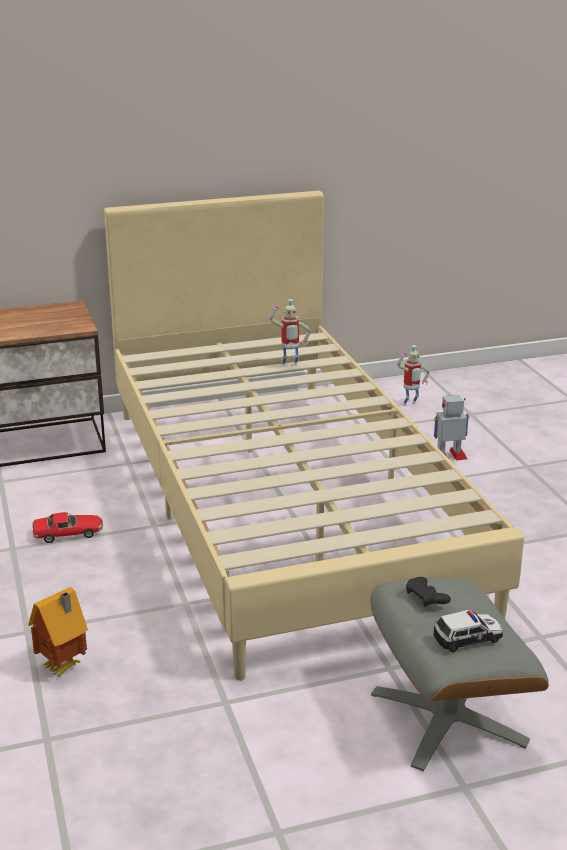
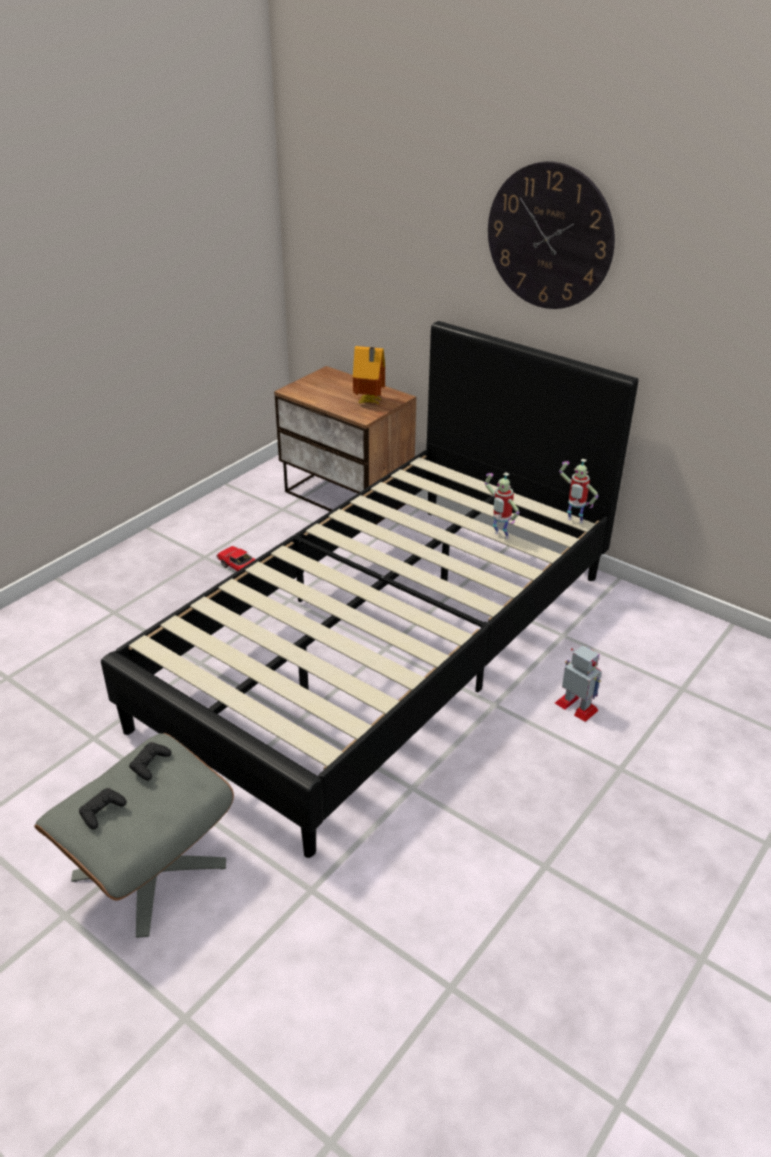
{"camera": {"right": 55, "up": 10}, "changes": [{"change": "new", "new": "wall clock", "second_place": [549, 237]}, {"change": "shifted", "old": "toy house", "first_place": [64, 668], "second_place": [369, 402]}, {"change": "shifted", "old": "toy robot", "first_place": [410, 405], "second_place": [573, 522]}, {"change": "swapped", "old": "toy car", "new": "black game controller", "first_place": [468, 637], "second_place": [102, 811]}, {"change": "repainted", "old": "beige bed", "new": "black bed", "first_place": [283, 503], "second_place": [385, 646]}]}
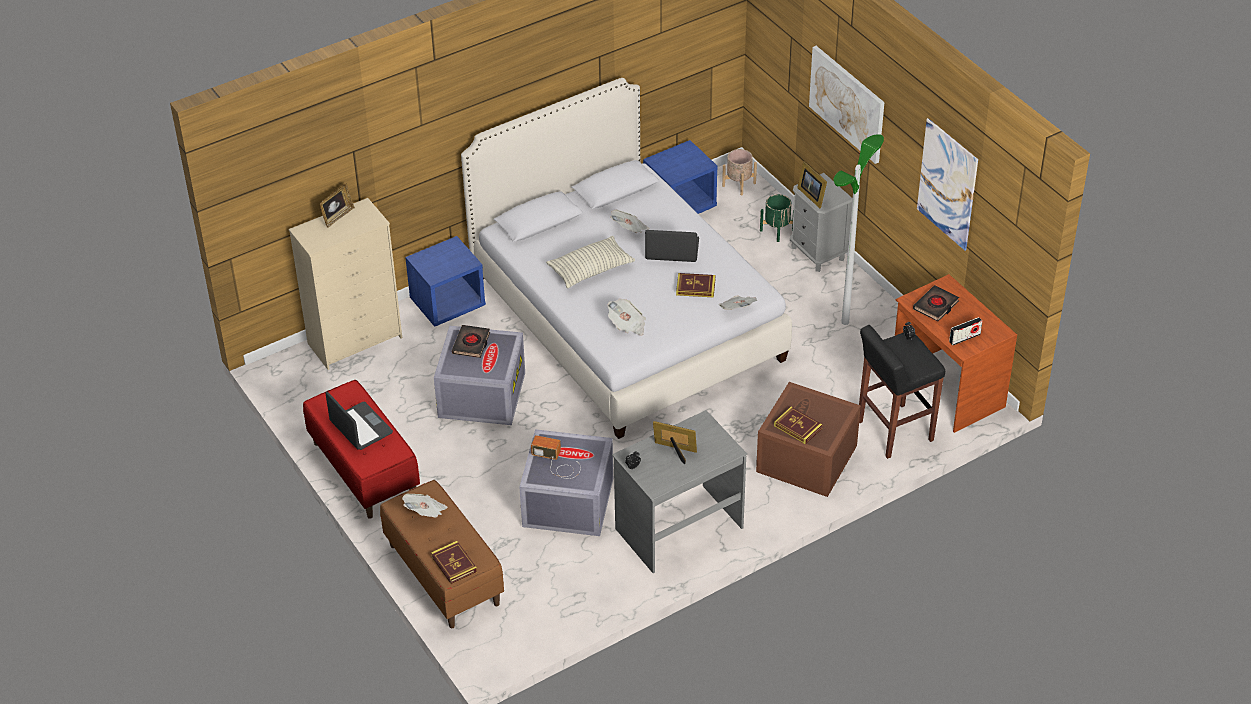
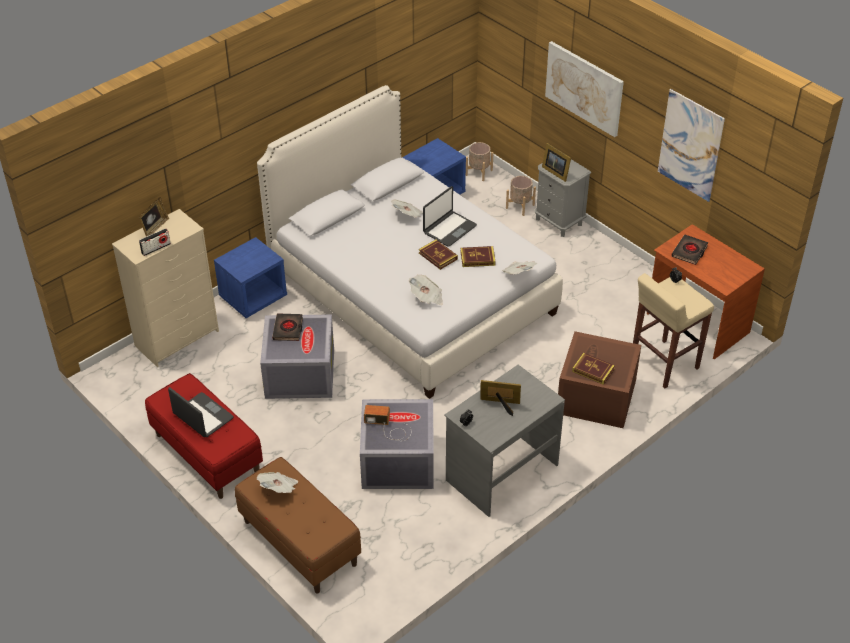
{"camera": {"right": -10, "up": 0}, "changes": [{"change": "gone", "old": "pillow", "first_place": [590, 270]}, {"change": "gone", "old": "floor lamp", "first_place": [845, 322]}, {"change": "shifted", "old": "book", "first_place": [454, 564], "second_place": [438, 256]}, {"change": "shifted", "old": "radio", "first_place": [964, 338], "second_place": [156, 248]}, {"change": "repainted", "old": "green planter", "new": "beige planter", "first_place": [777, 230], "second_place": [520, 206]}, {"change": "repainted", "old": "black stool", "new": "beige stool", "first_place": [893, 431], "second_place": [663, 364]}, {"change": "rotated", "old": "laptop", "first_place": [672, 250], "second_place": [449, 229], "degrees": 135}]}
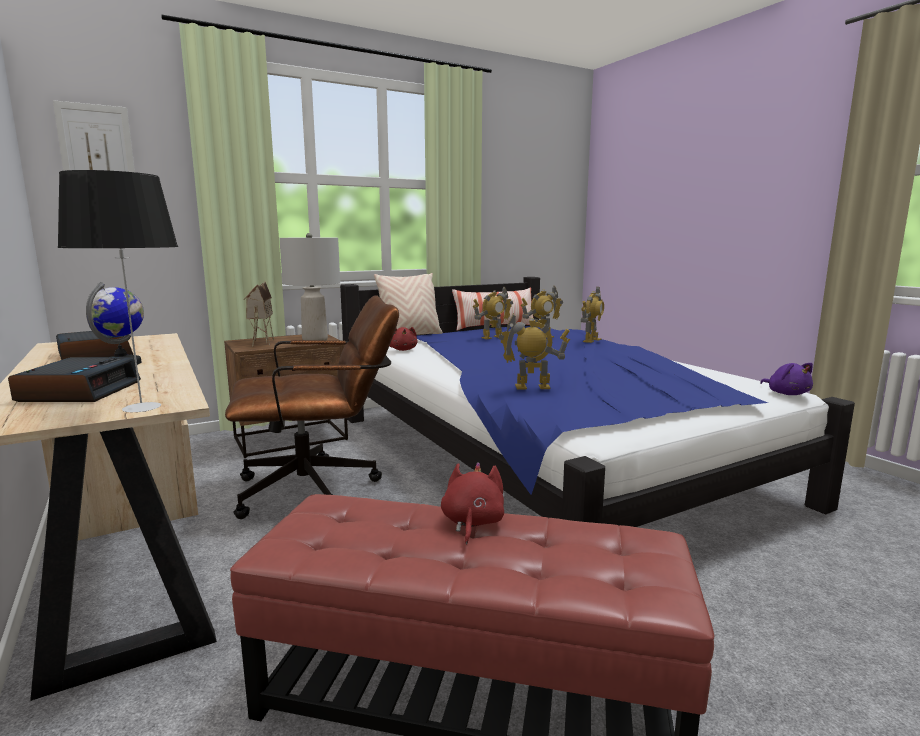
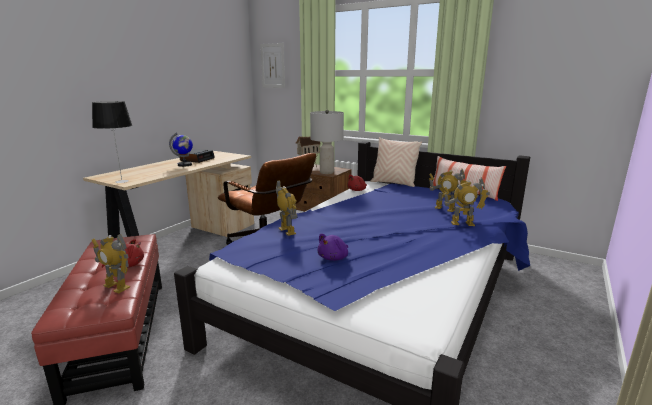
{"camera": {"right": 60, "up": 5}, "changes": [{"change": "gone", "old": "alarm clock", "first_place": [80, 391]}, {"change": "shifted", "old": "toy robot", "first_place": [493, 337], "second_place": [116, 287]}, {"change": "shifted", "old": "purple plush toy", "first_place": [787, 393], "second_place": [334, 258]}]}
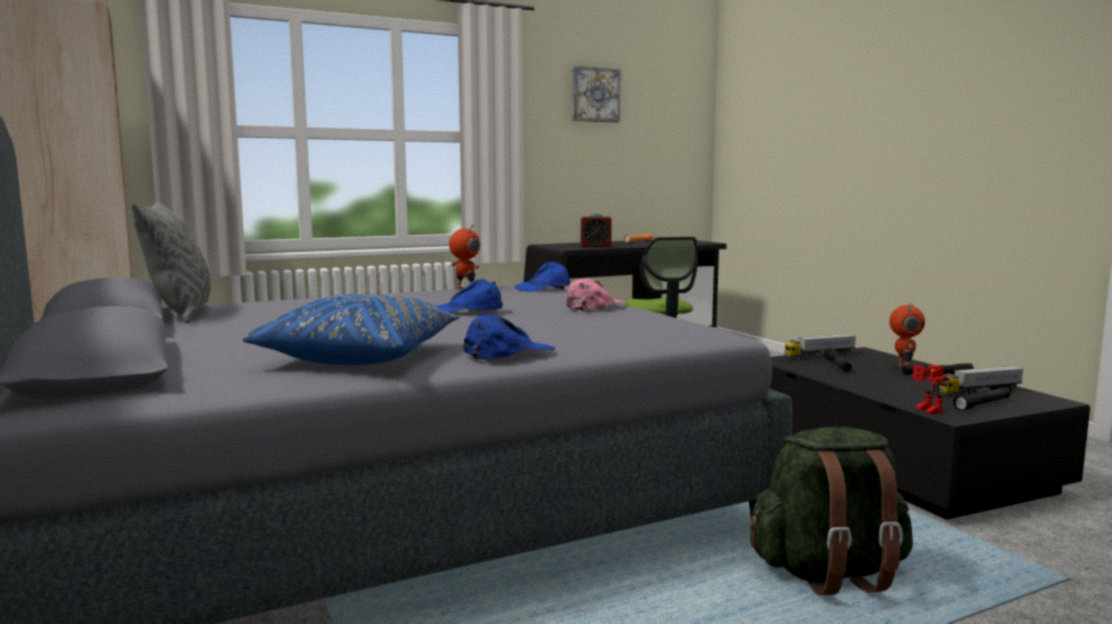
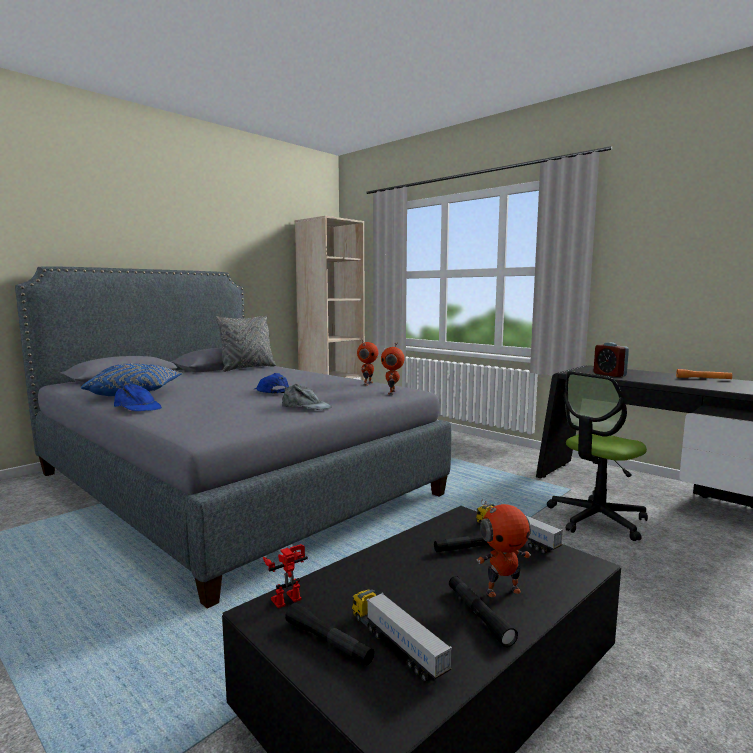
{"camera": {"right": 70, "up": 0}, "changes": [{"change": "gone", "old": "picture", "first_place": [594, 95]}, {"change": "gone", "old": "green backpack", "first_place": [829, 573]}, {"change": "swapped", "old": "blue cap", "new": "toy robot", "first_place": [543, 288], "second_place": [392, 393]}, {"change": "repainted", "old": "pink cap", "new": "grey cap", "first_place": [595, 307], "second_place": [306, 407]}]}
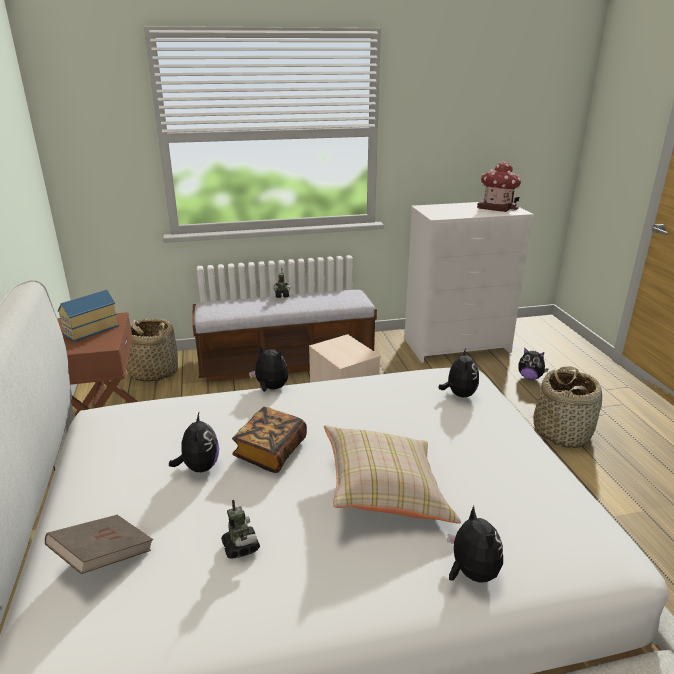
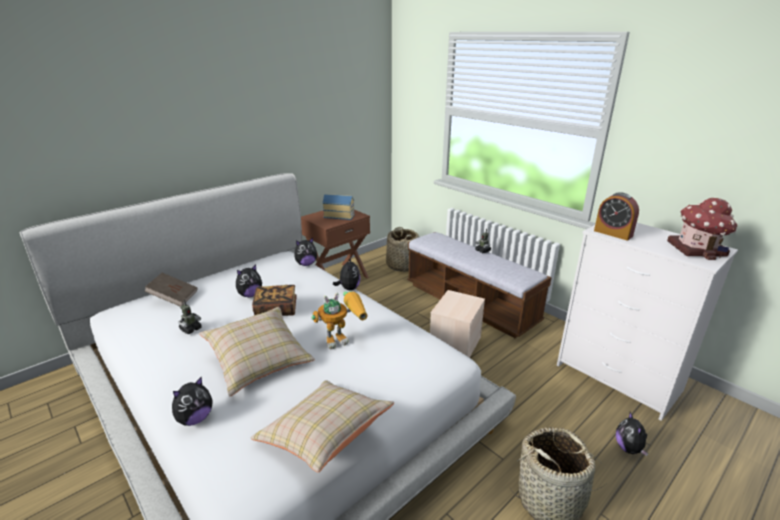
{"camera": {"right": 60, "up": 0}, "changes": [{"change": "new", "new": "beige pillow", "second_place": [324, 436]}, {"change": "new", "new": "toy robot", "second_place": [343, 338]}, {"change": "new", "new": "alarm clock", "second_place": [613, 233]}, {"change": "shifted", "old": "plush toy", "first_place": [459, 394], "second_place": [306, 264]}]}
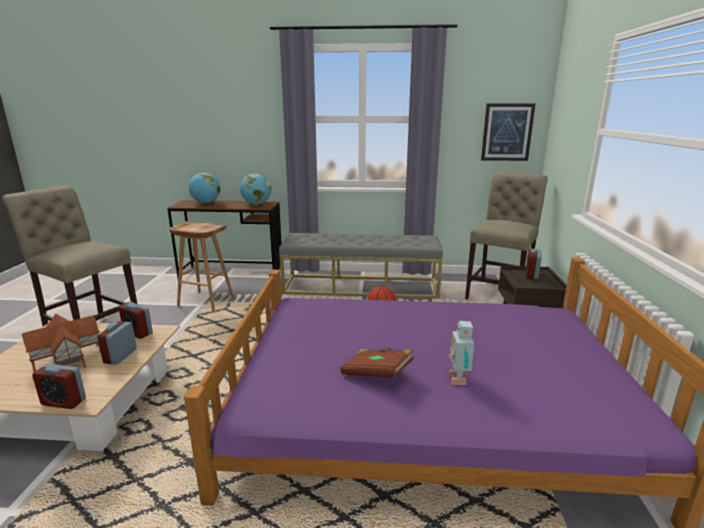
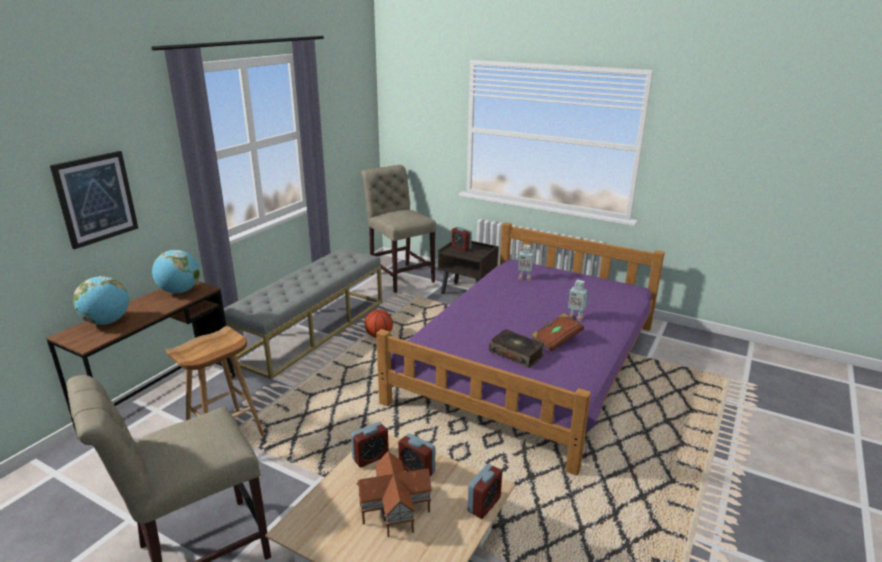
{"camera": {"right": -65, "up": 5}, "changes": [{"change": "new", "new": "book", "second_place": [516, 353]}, {"change": "new", "new": "toy robot", "second_place": [524, 278]}, {"change": "shifted", "old": "picture", "first_place": [507, 132], "second_place": [96, 198]}]}
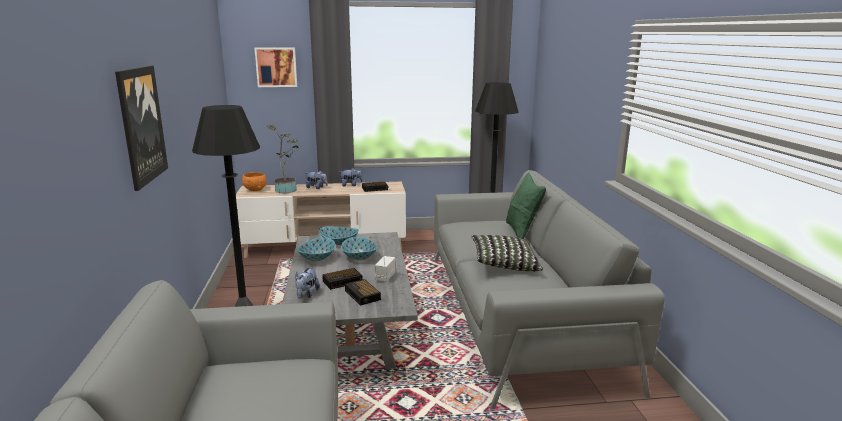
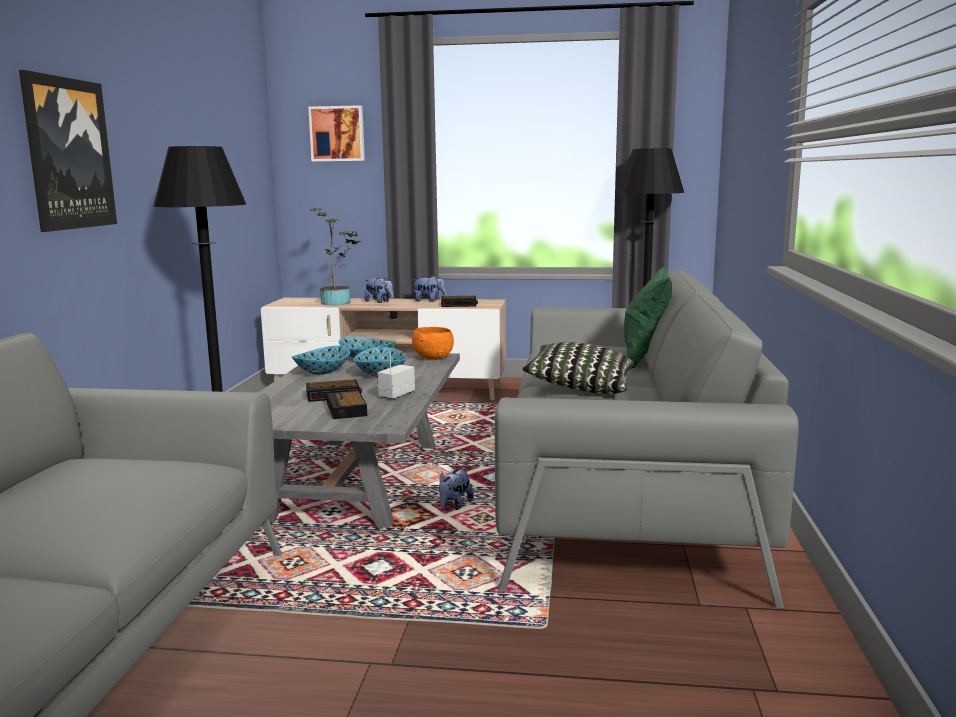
{"camera": {"right": 15, "up": -5}, "changes": [{"change": "shifted", "old": "orange bowl", "first_place": [255, 190], "second_place": [433, 358]}, {"change": "shifted", "old": "plush toy", "first_place": [306, 294], "second_place": [454, 506]}]}
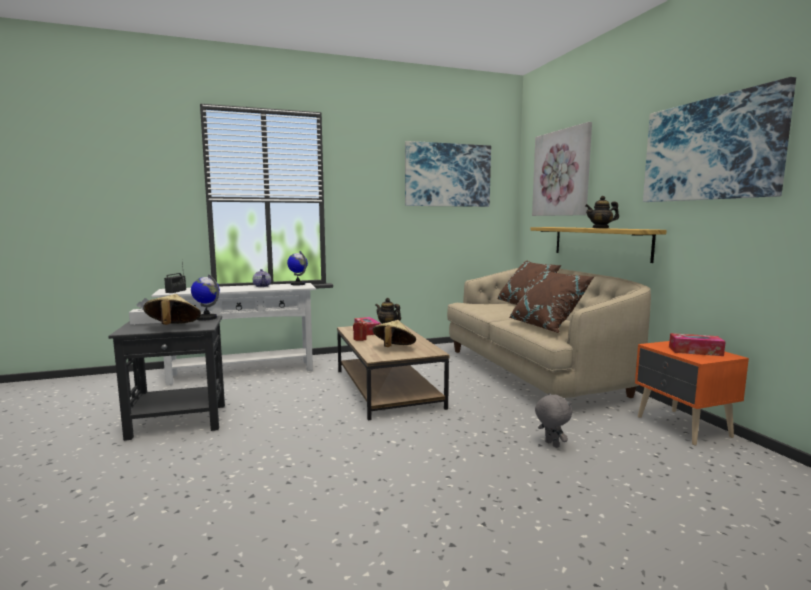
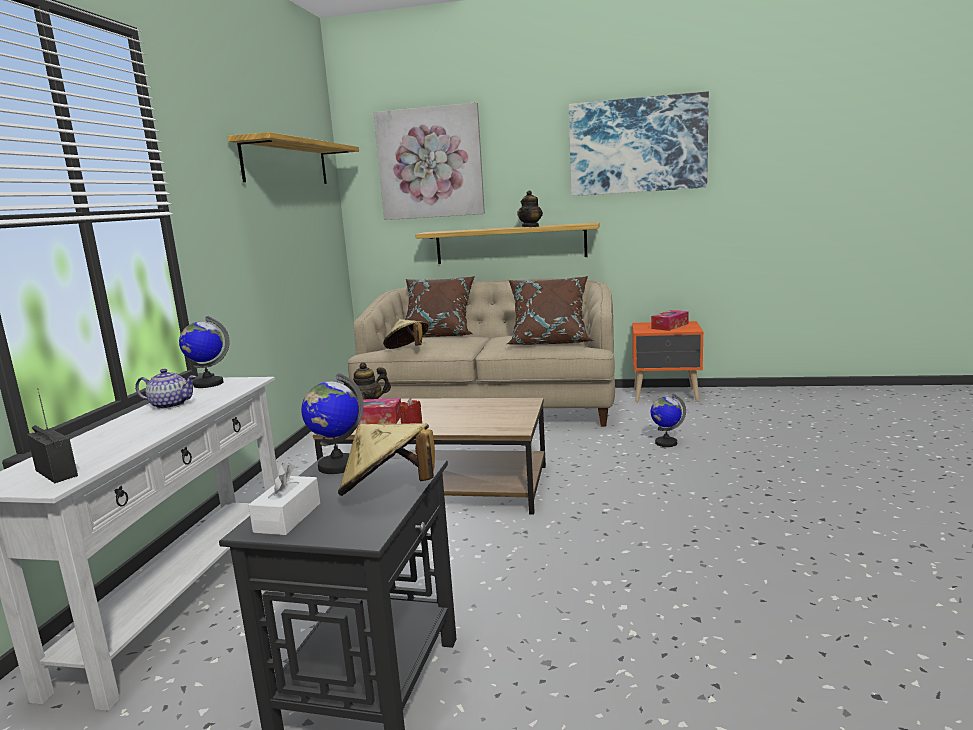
{"camera": {"right": -60, "up": 5}, "changes": [{"change": "shifted", "old": "beige hat", "first_place": [393, 349], "second_place": [407, 350]}, {"change": "swapped", "old": "picture", "new": "shelf", "first_place": [447, 175], "second_place": [286, 163]}, {"change": "swapped", "old": "grey plush toy", "new": "globe", "first_place": [551, 444], "second_place": [665, 443]}]}
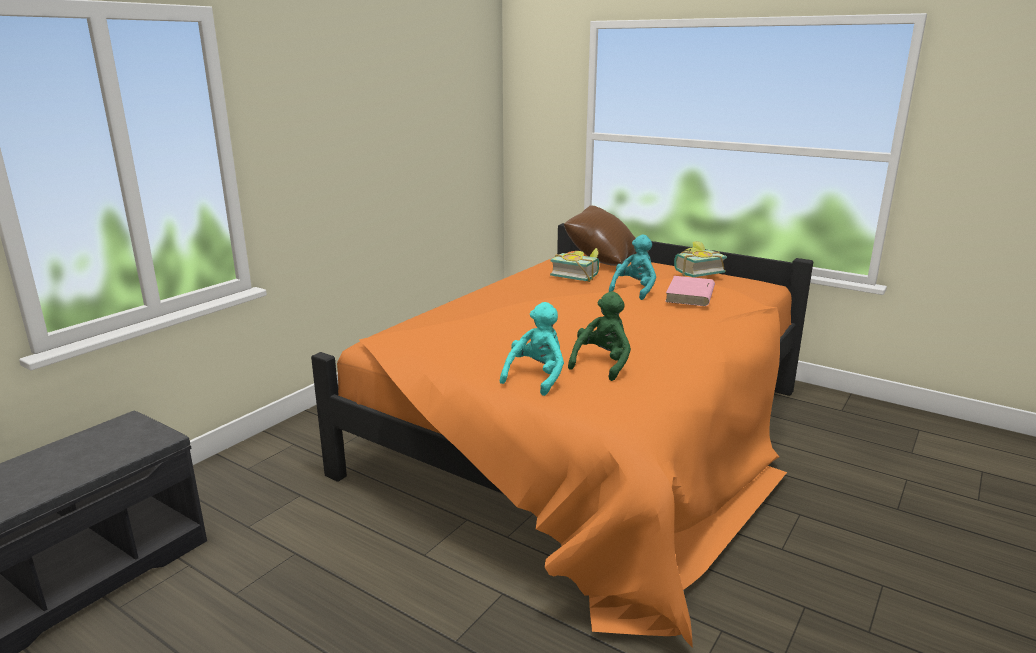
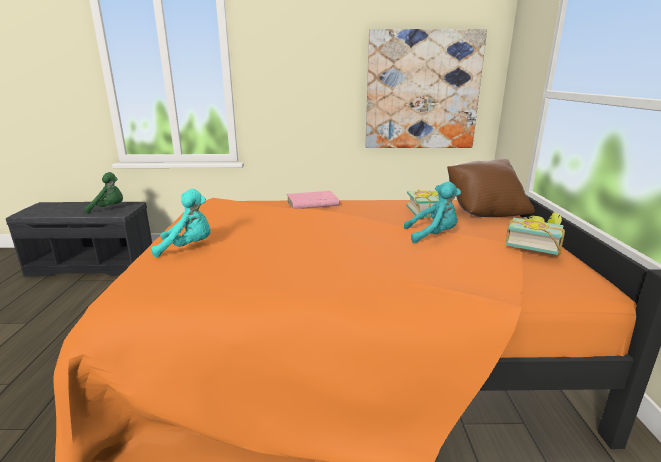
{"camera": {"right": 55, "up": 0}, "changes": [{"change": "new", "new": "picture", "second_place": [422, 91]}, {"change": "shifted", "old": "green plush toy", "first_place": [602, 364], "second_place": [109, 209]}, {"change": "shifted", "old": "pink book", "first_place": [690, 295], "second_place": [312, 203]}]}
